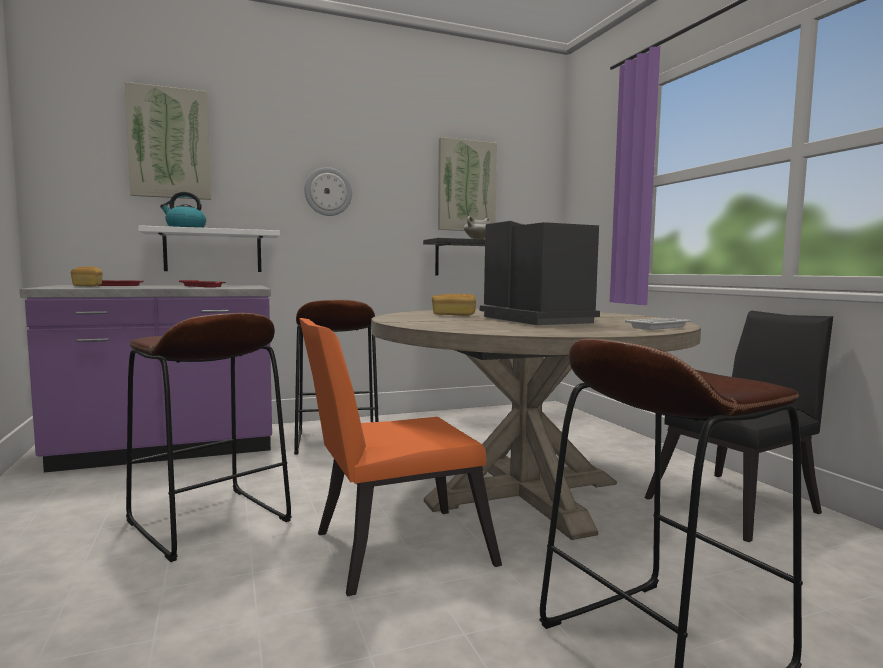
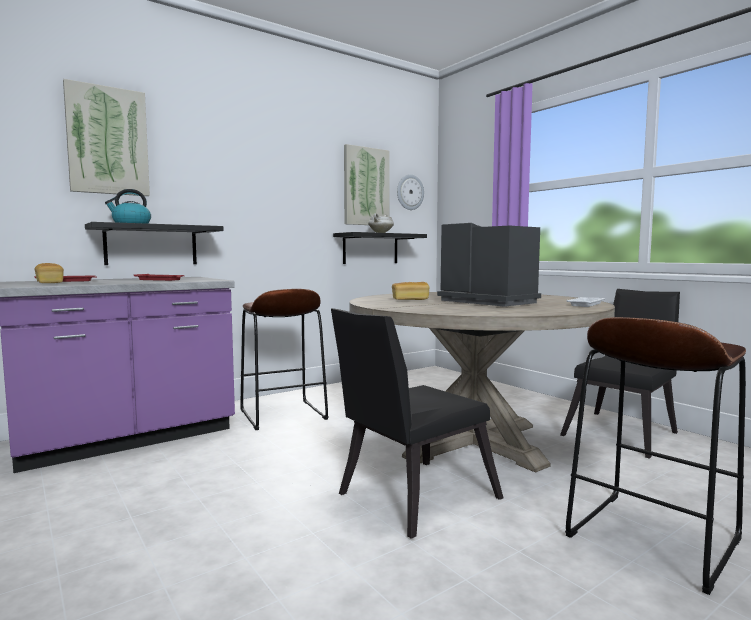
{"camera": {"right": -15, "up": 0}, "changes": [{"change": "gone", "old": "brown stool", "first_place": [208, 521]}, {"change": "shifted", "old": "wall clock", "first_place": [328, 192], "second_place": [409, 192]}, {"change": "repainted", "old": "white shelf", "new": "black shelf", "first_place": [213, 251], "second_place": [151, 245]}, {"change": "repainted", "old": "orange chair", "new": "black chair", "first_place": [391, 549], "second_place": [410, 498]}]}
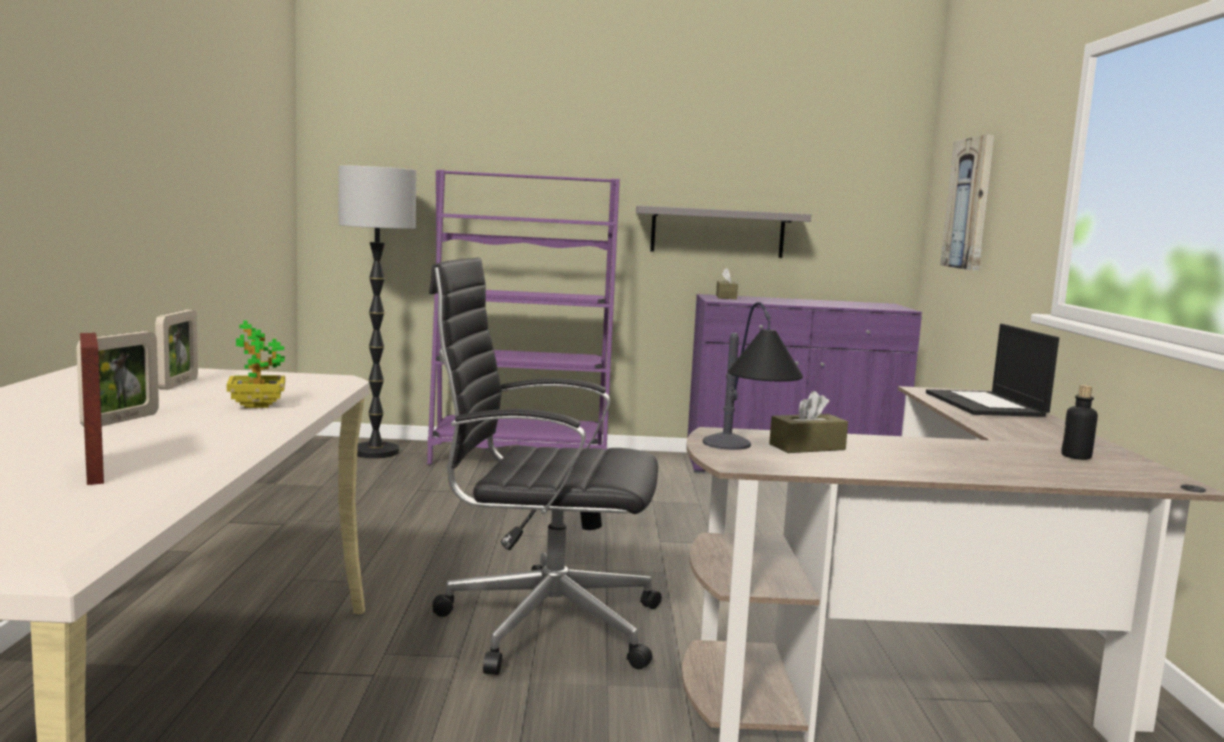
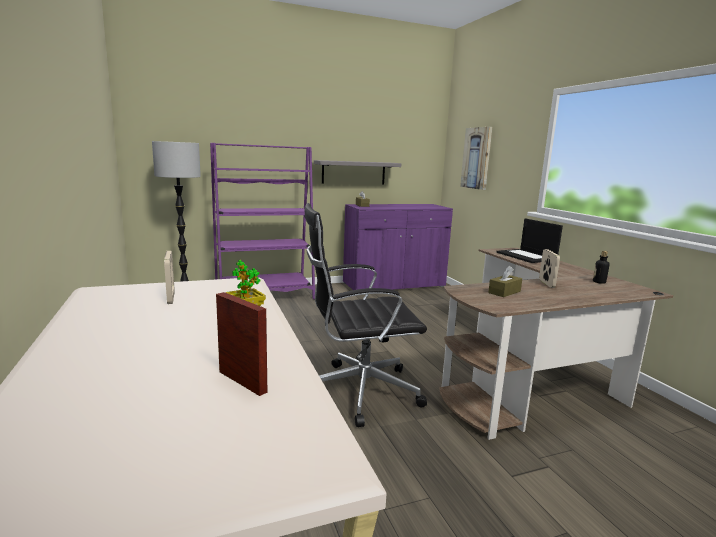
{"camera": {"right": -20, "up": 5}, "changes": [{"change": "gone", "old": "table lamp", "first_place": [746, 456]}, {"change": "shifted", "old": "picture frame", "first_place": [121, 420], "second_place": [546, 284]}]}
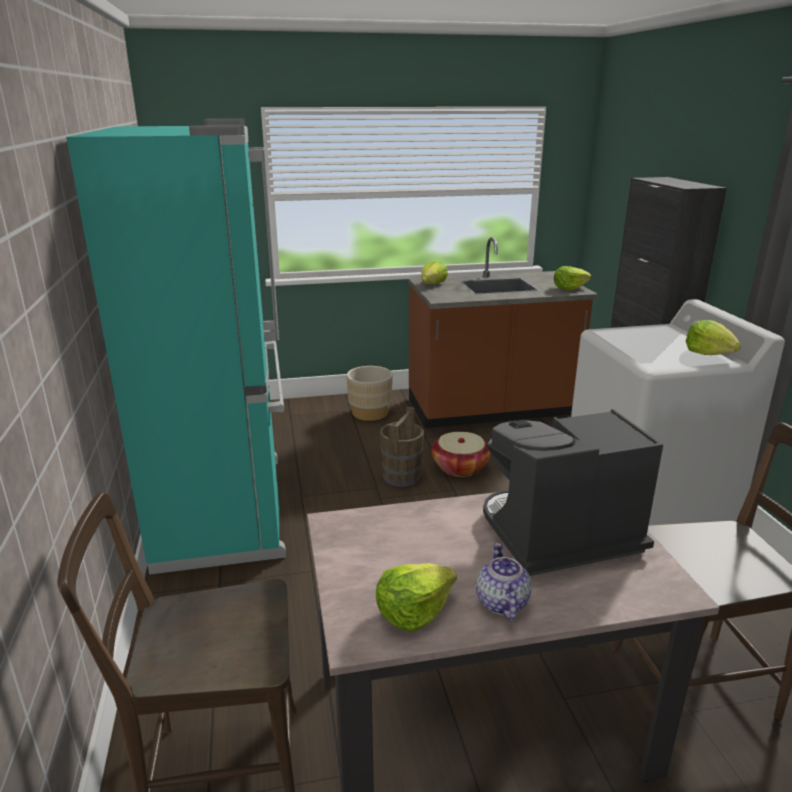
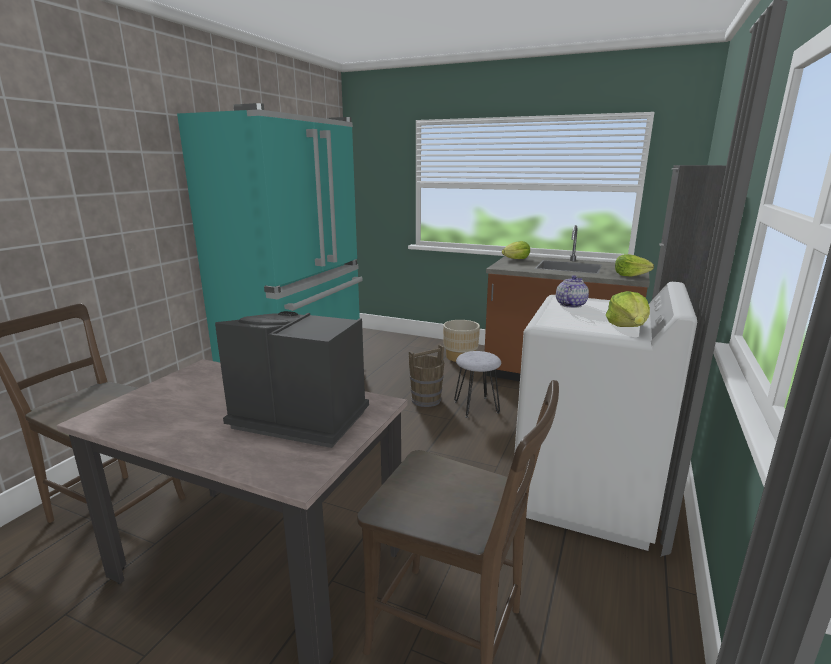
{"camera": {"right": 35, "up": -5}, "changes": [{"change": "gone", "old": "lettuce", "first_place": [413, 611]}, {"change": "shifted", "old": "teapot", "first_place": [501, 603], "second_place": [570, 305]}, {"change": "swapped", "old": "basket", "new": "grey stool", "first_place": [460, 467], "second_place": [476, 407]}]}
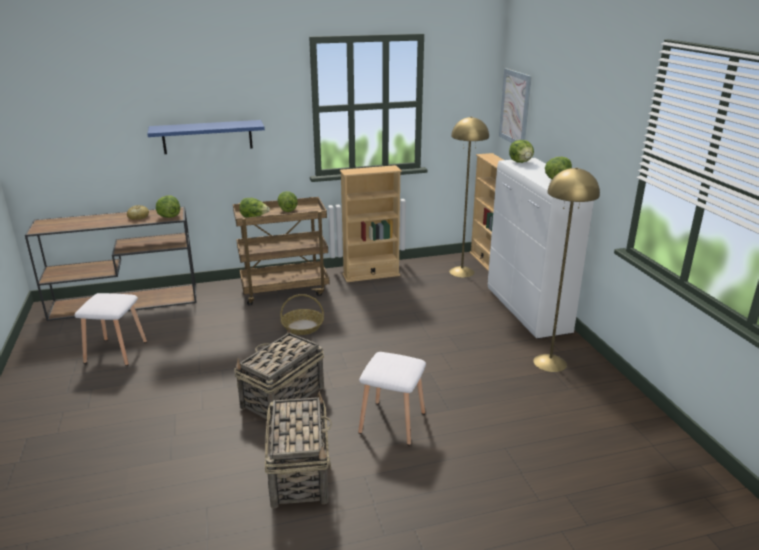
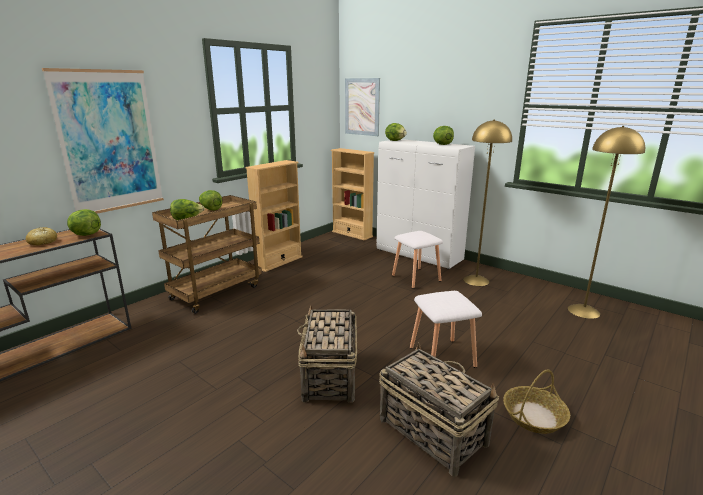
{"camera": {"right": -35, "up": -5}, "changes": [{"change": "shifted", "old": "white stool", "first_place": [116, 351], "second_place": [415, 278]}, {"change": "shifted", "old": "basket", "first_place": [303, 326], "second_place": [534, 416]}, {"change": "shifted", "old": "yellow floor lamp", "first_place": [461, 272], "second_place": [583, 311]}, {"change": "swapped", "old": "blue shelf", "new": "picture", "first_place": [207, 137], "second_place": [109, 142]}]}
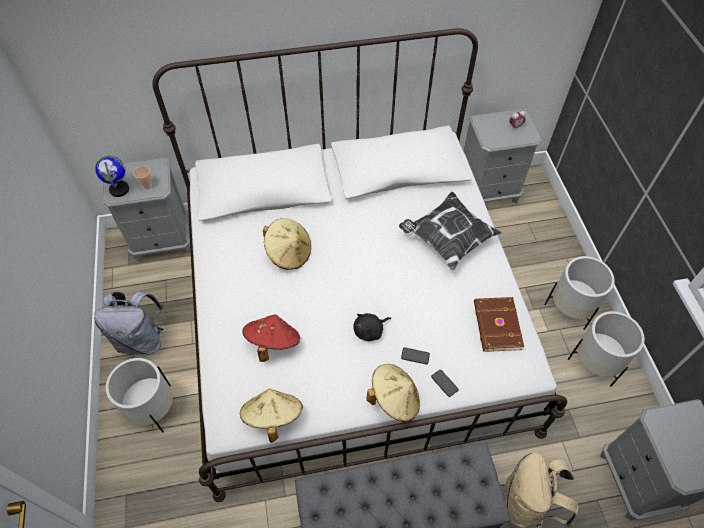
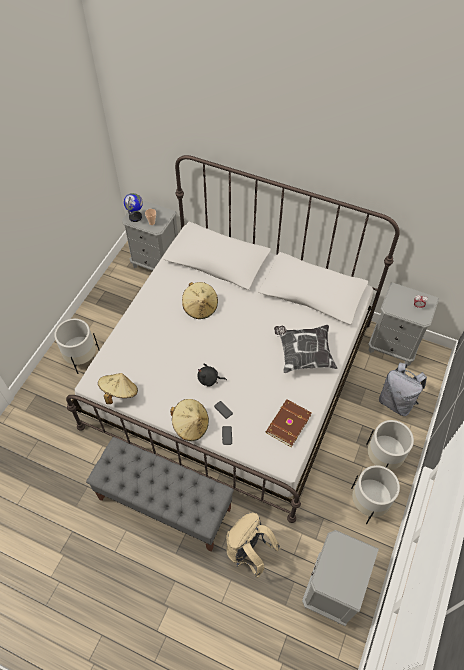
{"camera": {"right": 35, "up": 0}, "changes": [{"change": "gone", "old": "red hat", "first_place": [273, 342]}, {"change": "shifted", "old": "grey backpack", "first_place": [142, 339], "second_place": [396, 401]}]}
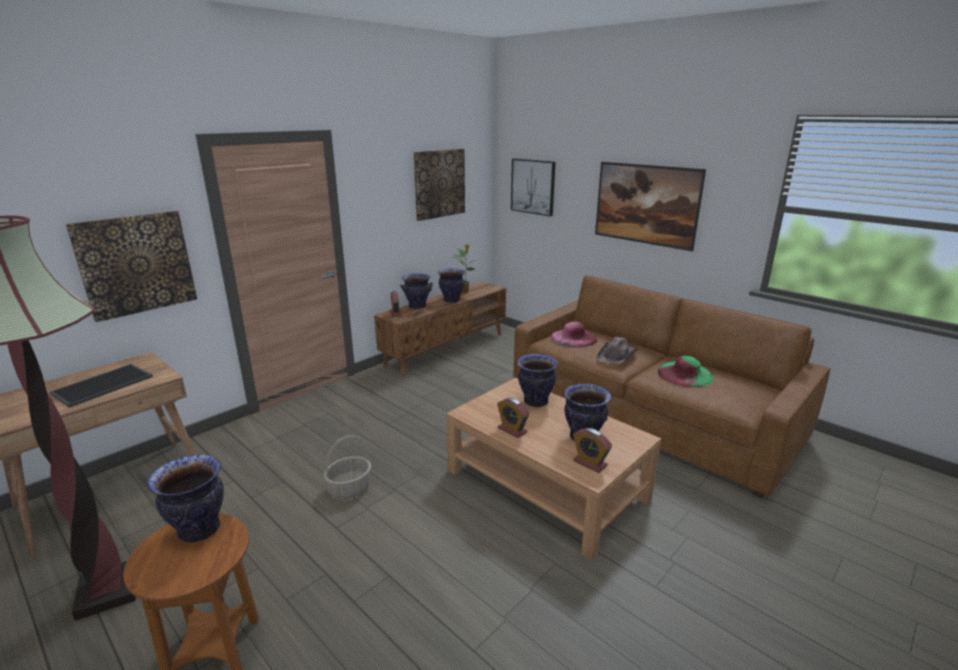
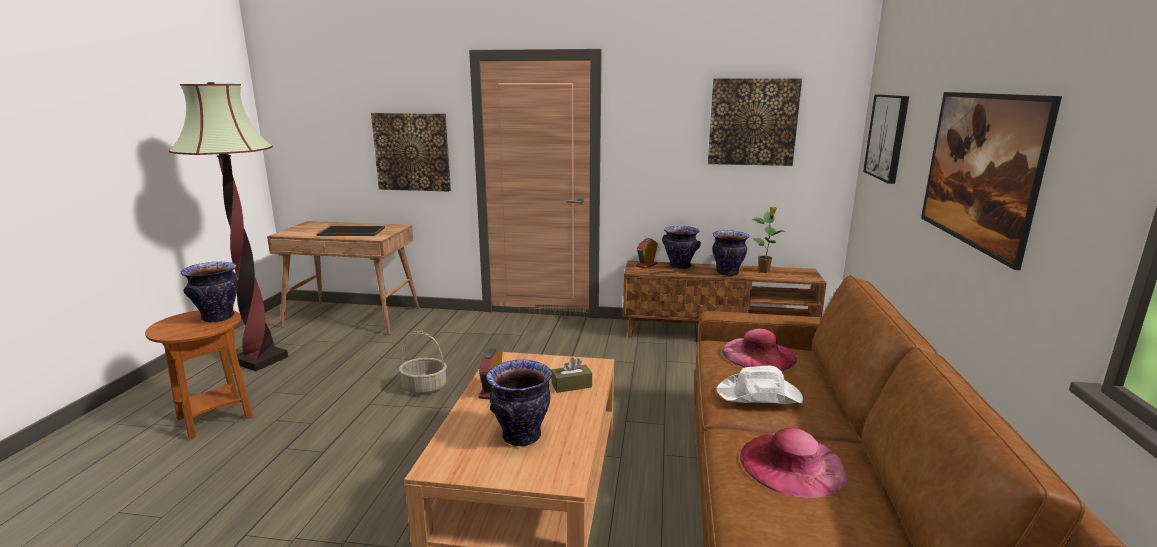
{"camera": {"right": 55, "up": -5}, "changes": [{"change": "gone", "old": "alarm clock", "first_place": [589, 463]}, {"change": "swapped", "old": "vase", "new": "brown tissue box", "first_place": [535, 401], "second_place": [571, 385]}, {"change": "repainted", "old": "brown hat", "new": "white hat", "first_place": [617, 355], "second_place": [760, 395]}, {"change": "repainted", "old": "green hat", "new": "pink hat", "first_place": [685, 374], "second_place": [792, 464]}]}
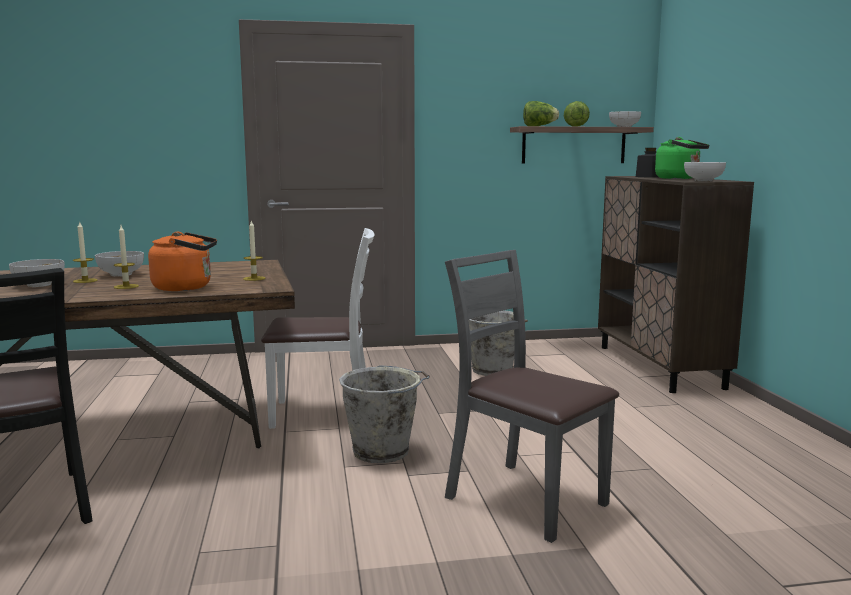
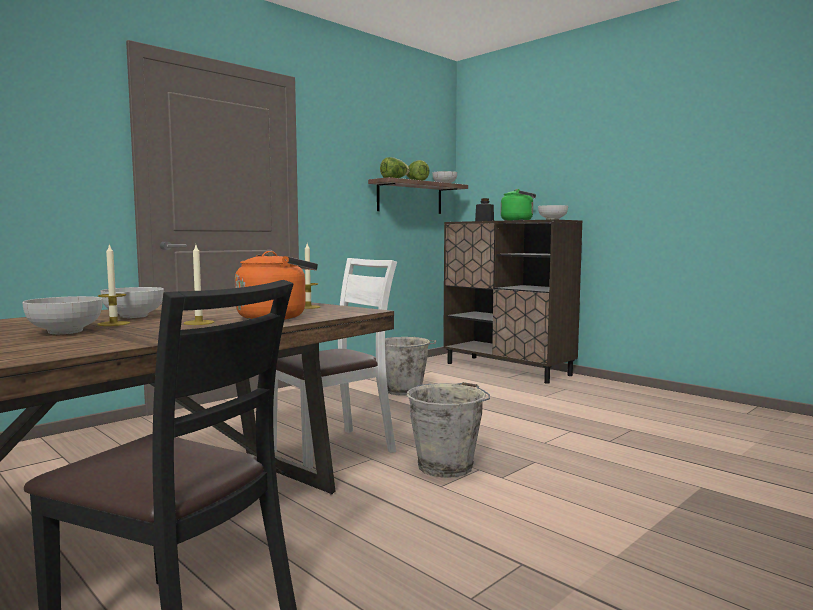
{"camera": {"right": -35, "up": -5}, "changes": [{"change": "gone", "old": "grey chair", "first_place": [525, 499]}]}
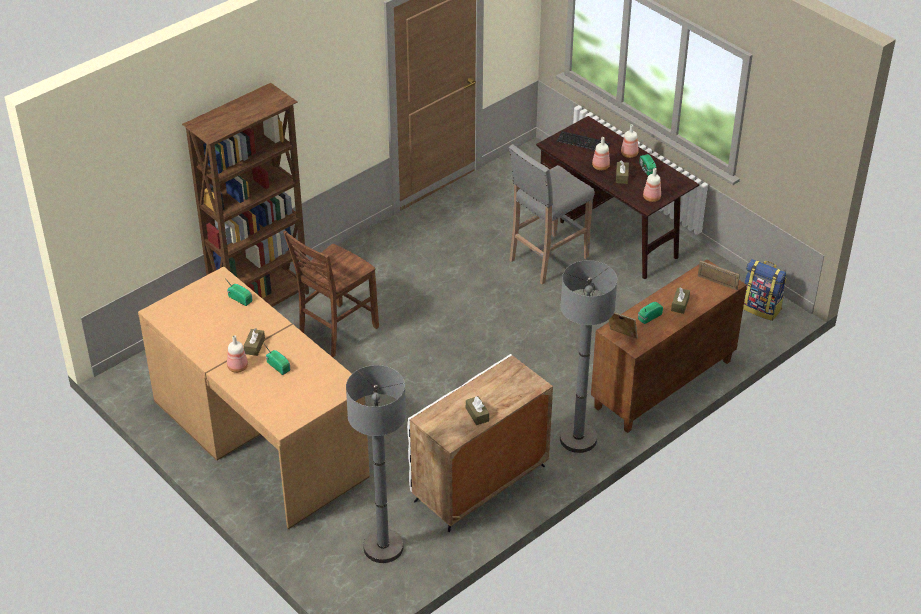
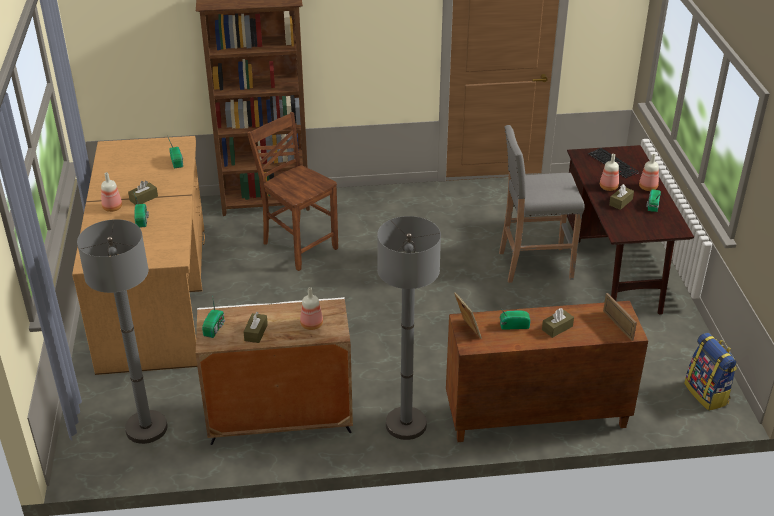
{"camera": {"right": 35, "up": -5}, "changes": [{"change": "new", "new": "radio", "second_place": [215, 328]}, {"change": "shifted", "old": "bottle", "first_place": [651, 198], "second_place": [311, 324]}, {"change": "rotated", "old": "brown chair", "first_place": [336, 331], "second_place": [298, 246], "degrees": 60}]}
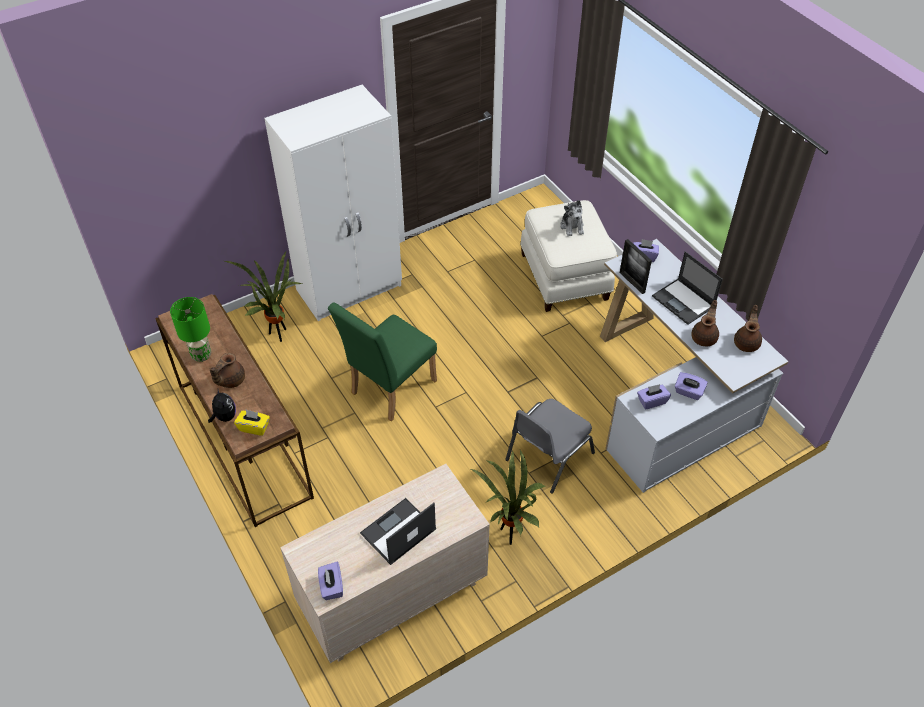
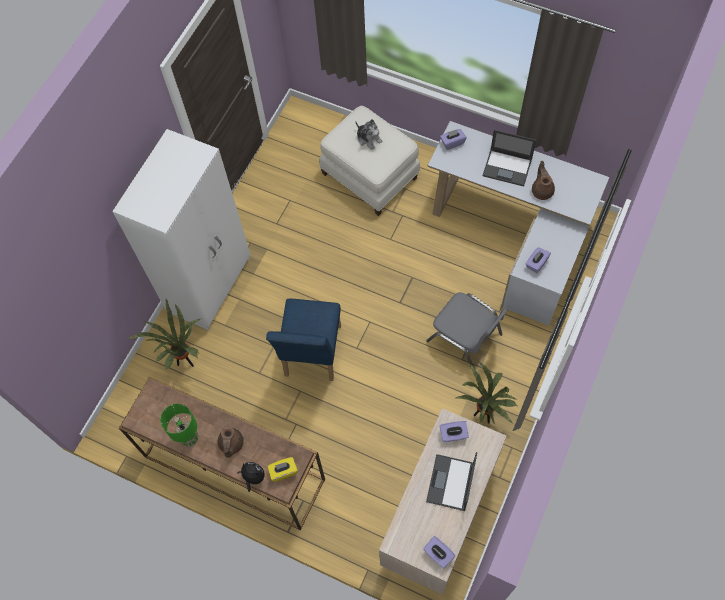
{"camera": {"right": -30, "up": 15}, "changes": [{"change": "gone", "old": "picture frame", "first_place": [632, 282]}, {"change": "gone", "old": "brown teapot", "first_place": [747, 343]}, {"change": "shifted", "old": "purple tissue box", "first_place": [688, 392], "second_place": [453, 434]}, {"change": "repainted", "old": "green chair", "new": "blue chair", "first_place": [389, 390], "second_place": [311, 356]}, {"change": "rotated", "old": "grey chair", "first_place": [547, 456], "second_place": [465, 338], "degrees": -60}]}
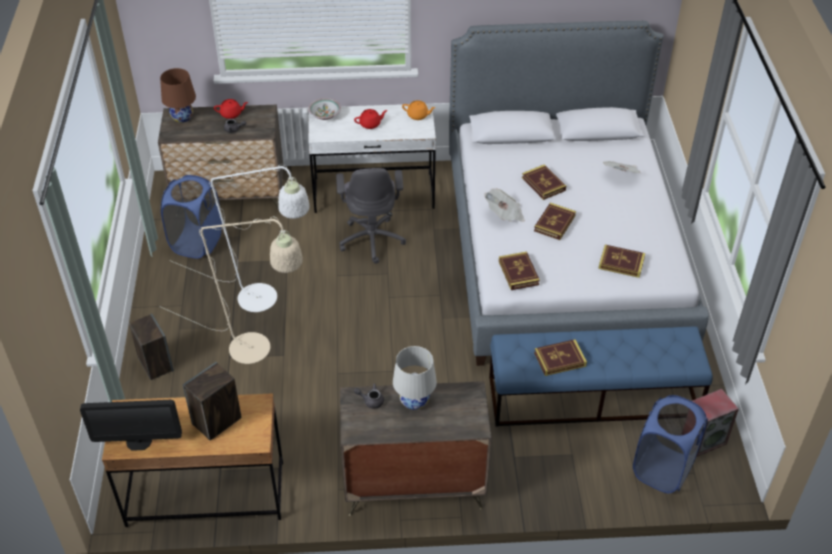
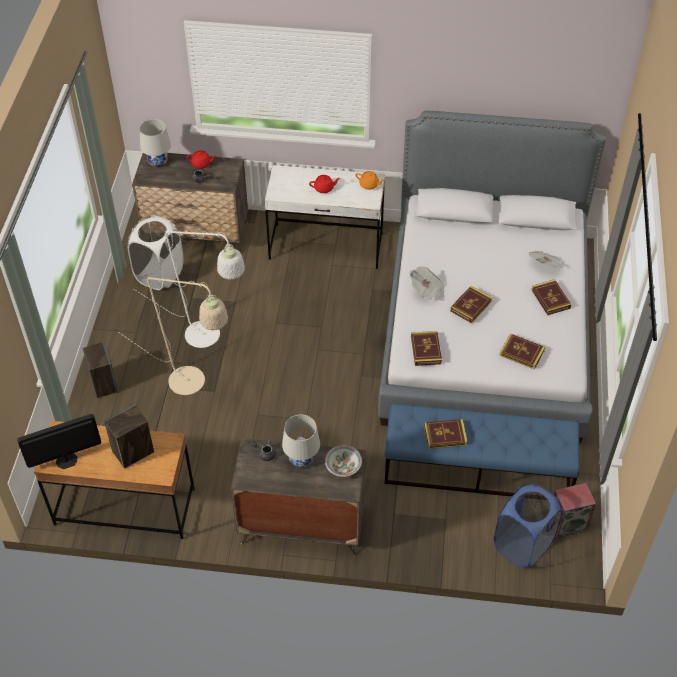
{"camera": {"right": 10, "up": 5}, "changes": [{"change": "gone", "old": "grey office chair", "first_place": [372, 239]}, {"change": "shifted", "old": "bowl", "first_place": [325, 115], "second_place": [343, 466]}, {"change": "shifted", "old": "book", "first_place": [543, 184], "second_place": [550, 299]}, {"change": "repainted", "old": "brown table lamp", "new": "white table lamp", "first_place": [182, 117], "second_place": [158, 162]}, {"change": "repainted", "old": "blue laundry basket", "new": "white laundry basket", "first_place": [196, 242], "second_place": [159, 274]}, {"change": "rotated", "old": "monitor", "first_place": [139, 441], "second_place": [66, 460], "degrees": 150}]}
